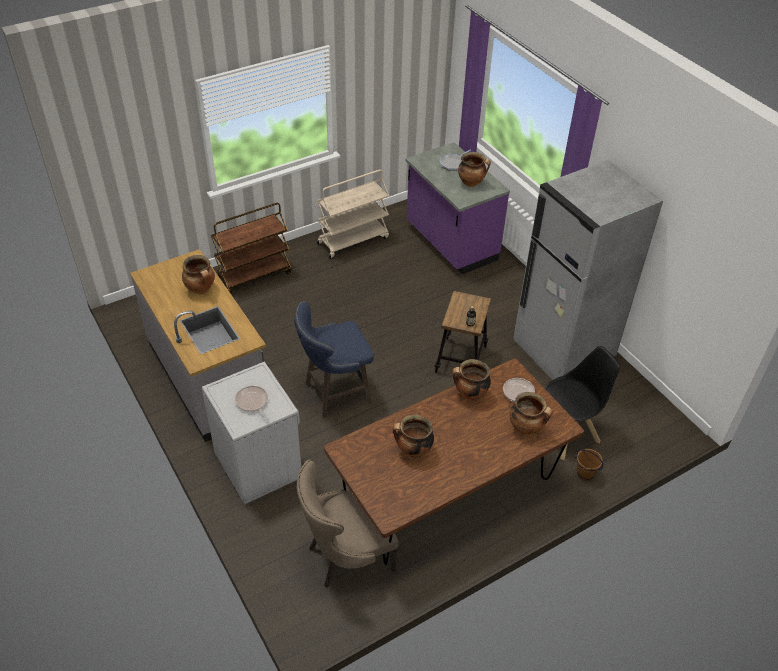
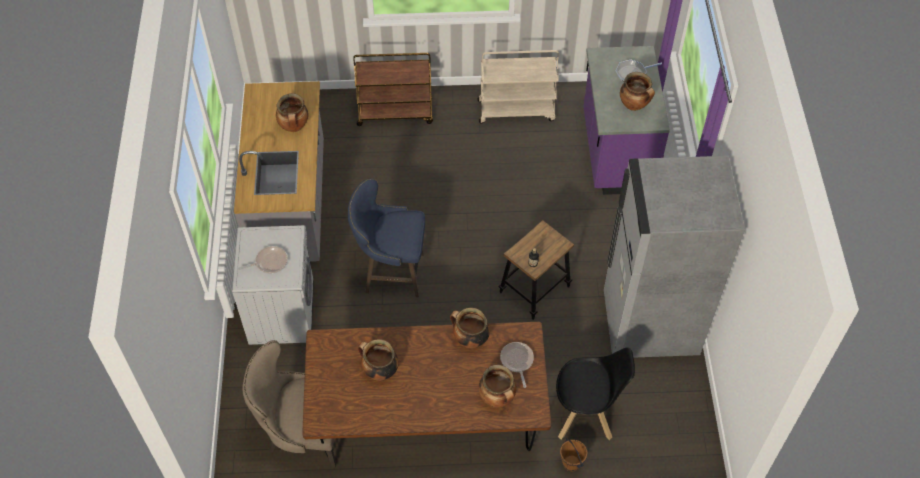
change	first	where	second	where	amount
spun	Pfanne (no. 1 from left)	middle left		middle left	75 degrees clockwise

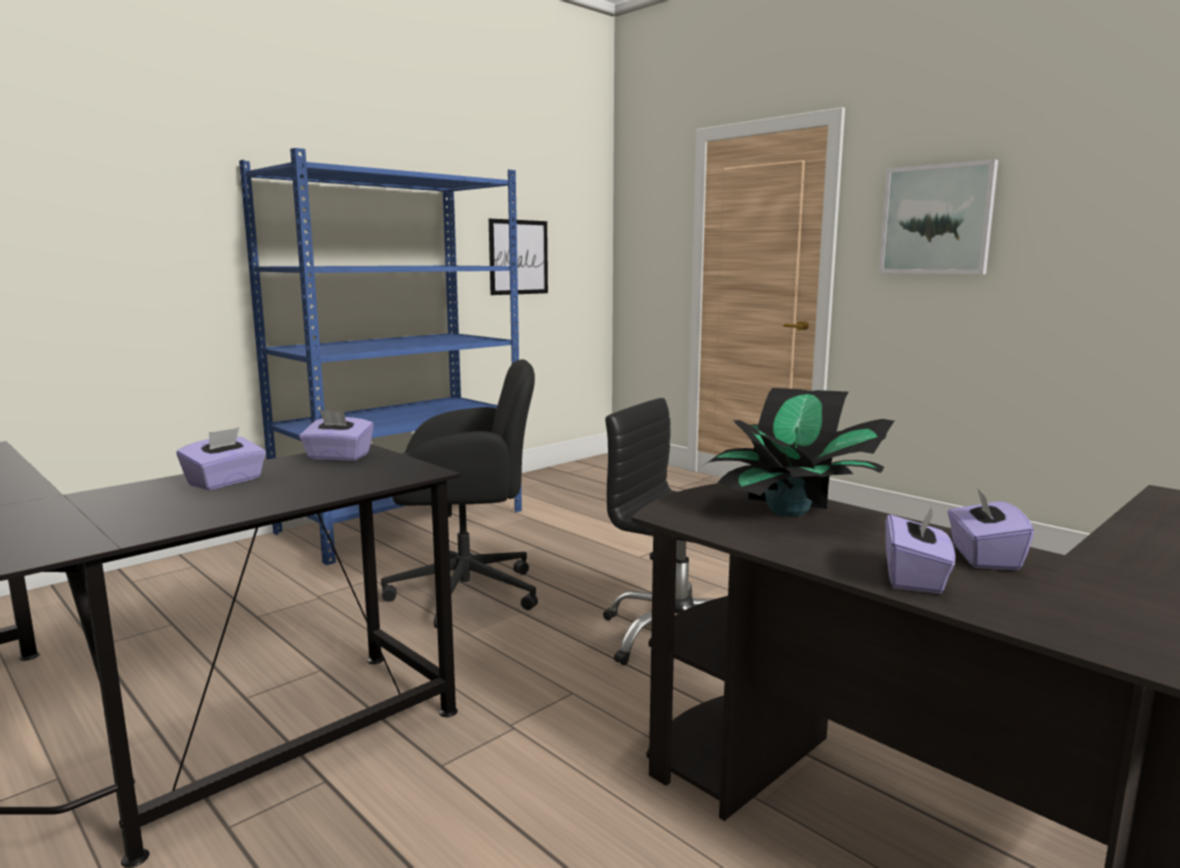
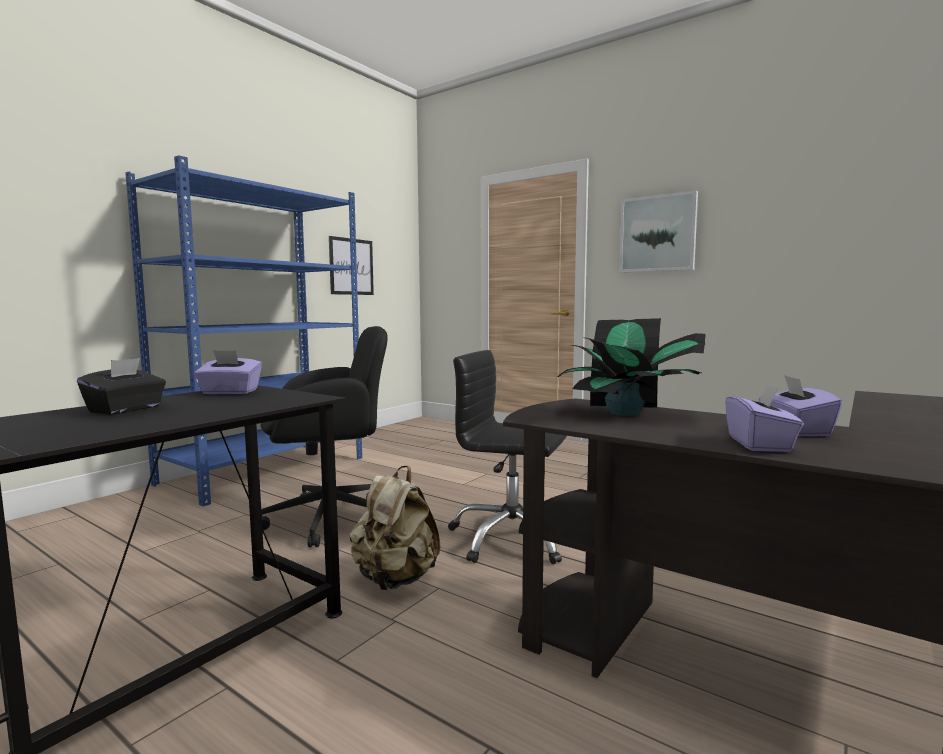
change	first	where	second	where	amount
colour	Taschentuchbox/lila (no. 1 from left)	middle left	Taschentuchbox/schwarz	middle left	
appeared			Rucksack/beige	bottom centre	

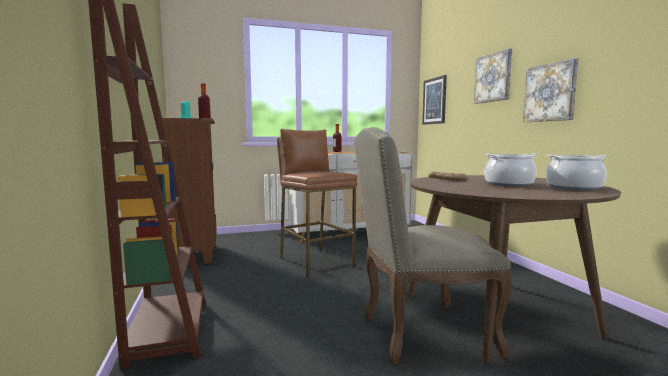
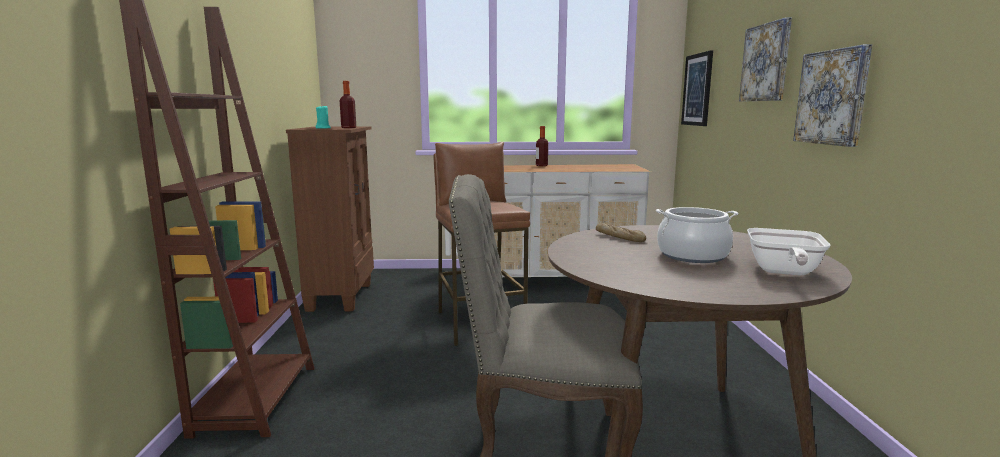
change	first	where	second	where	amount
exchanged	Kochtopf (no. 2 from left)	middle right	Pfanne	middle right	

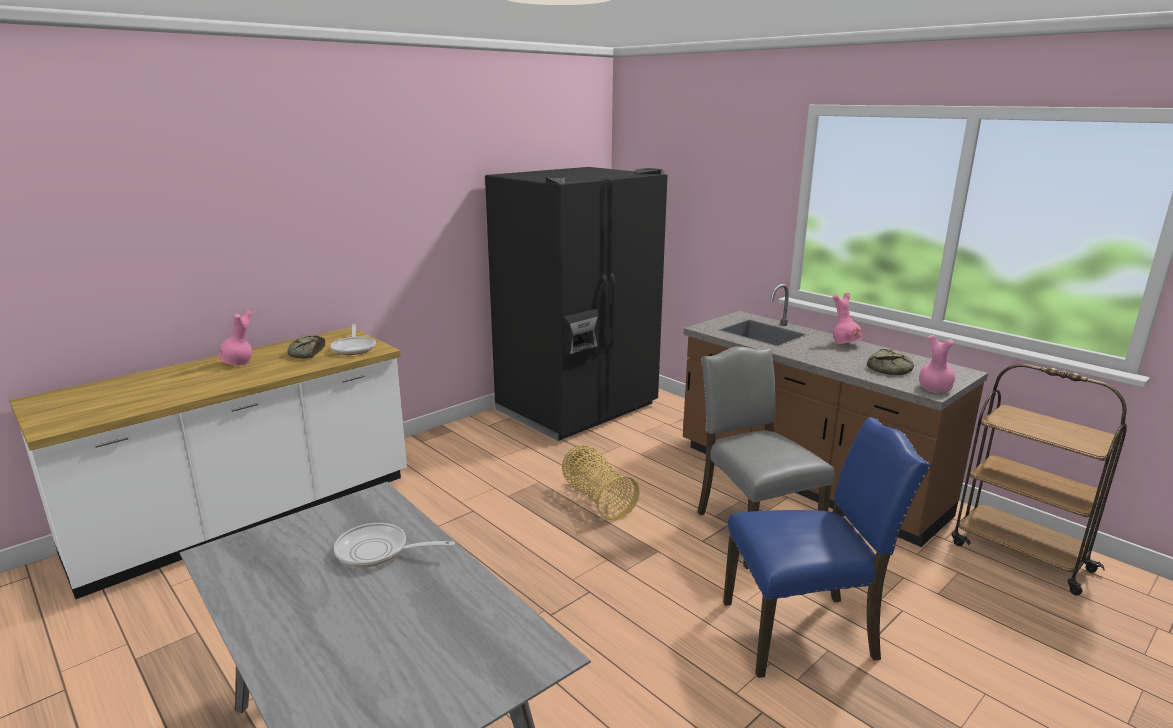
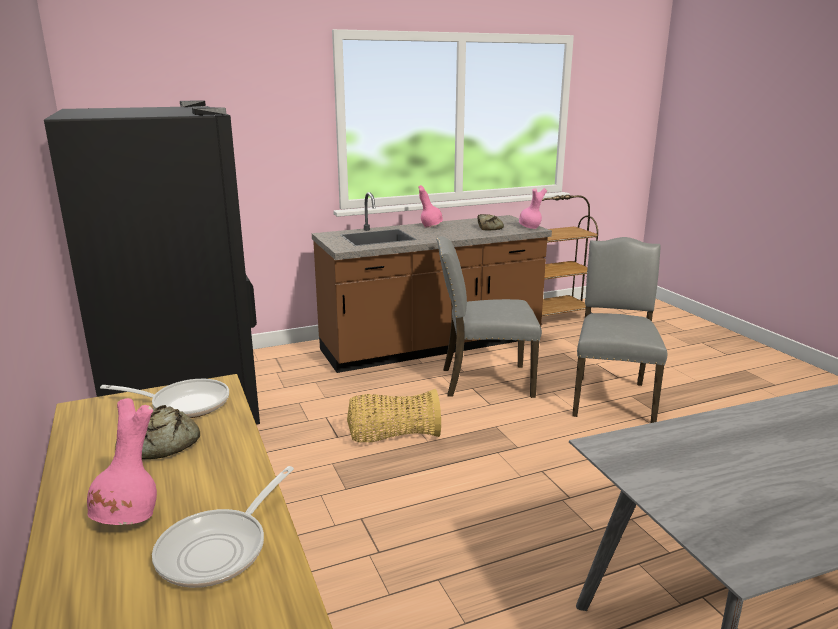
change	first	where	second	where	amount
colour	Stuhl/blau	bottom right	Stuhl/grau (no. 2 from left)	middle right	
relocated	Pfanne (no. 2 from left)	bottom centre		bottom left	

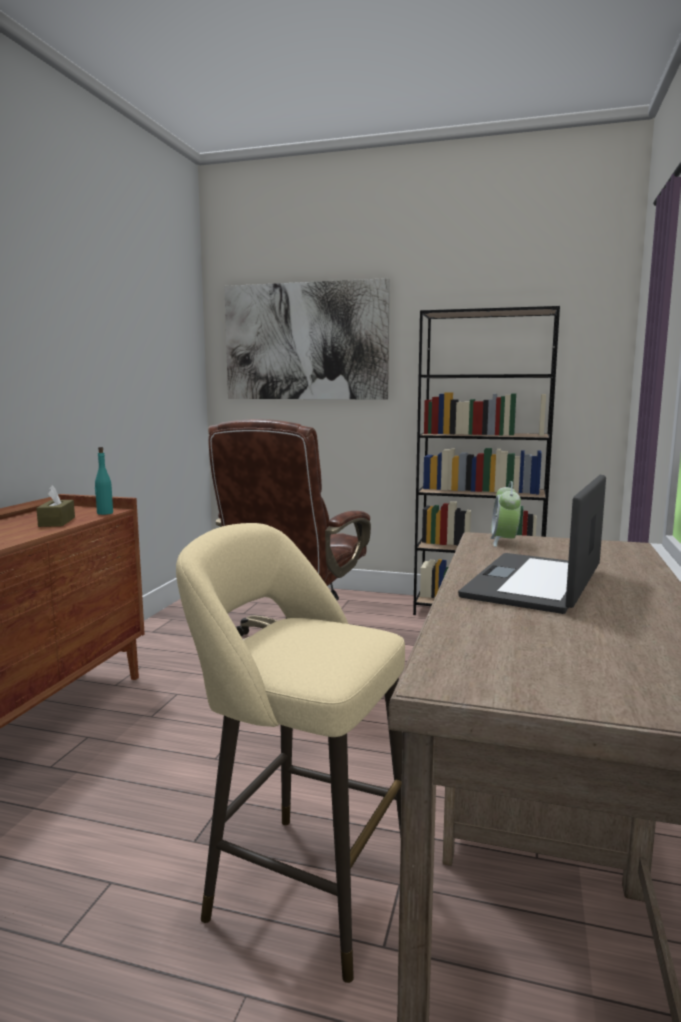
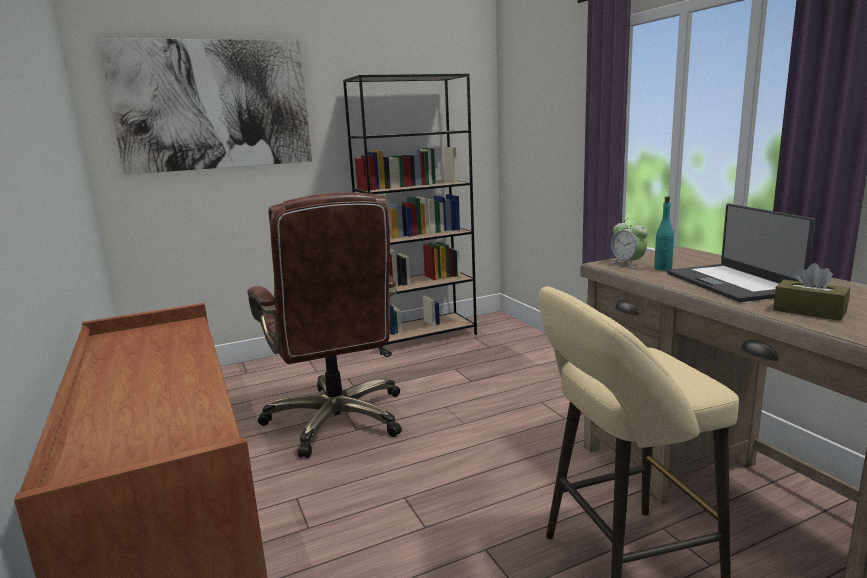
change	first	where	second	where	amount
relocated	Flasche/türkis	middle left		middle right	
relocated	Taschentuchbox/braun	middle left		middle right	

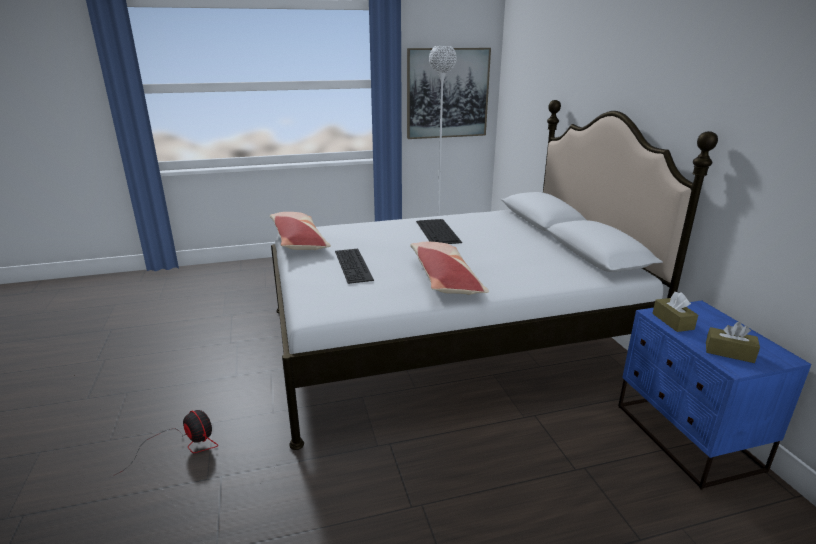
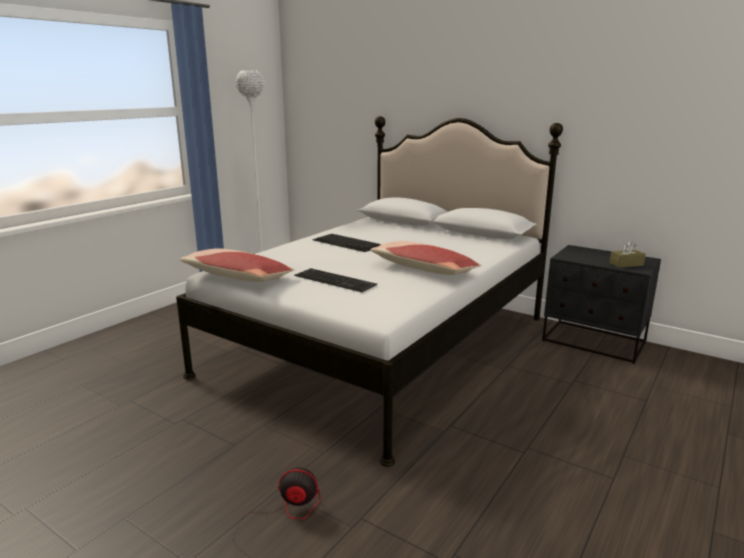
change	first	where	second	where	amount
missing	Bild	top centre			
missing	Taschentuchbox/braun (no. 1 from left)	middle right			
colour	Nachttisch/blau	bottom right	Nachttisch/schwarz	middle right	

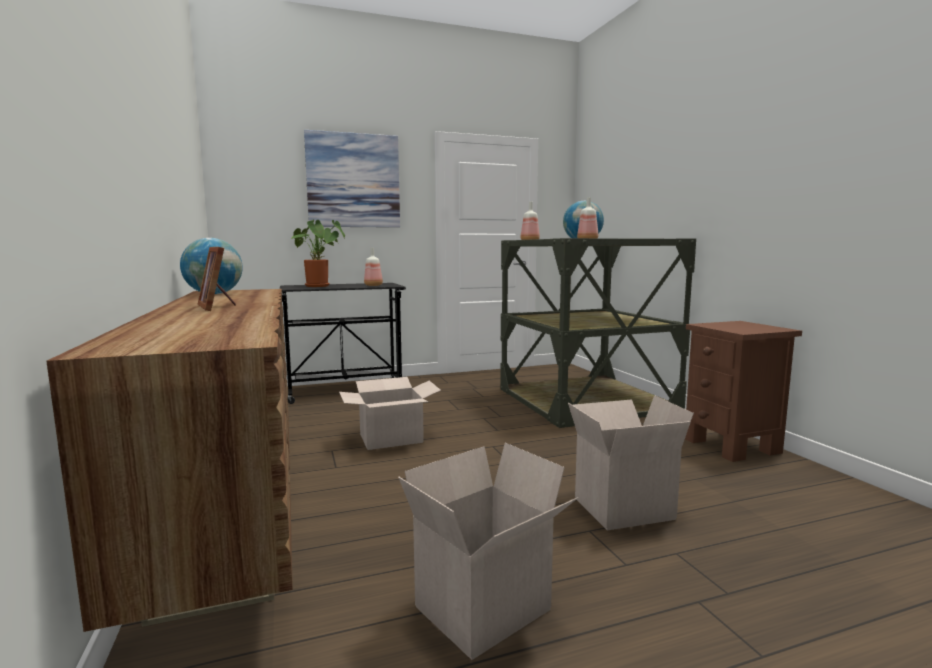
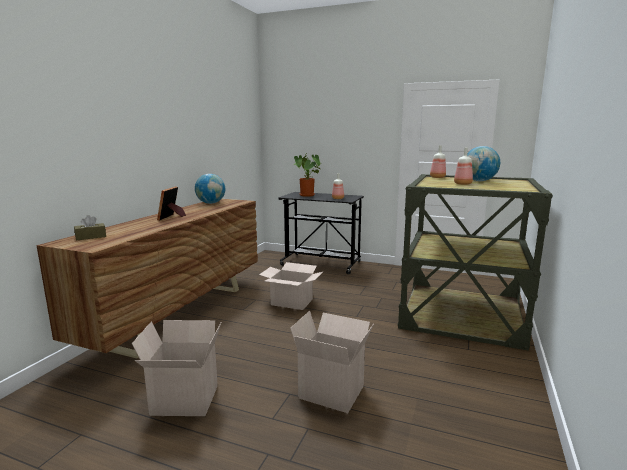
change	first	where	second	where	amount
missing	Bild	top centre			
missing	Nachttisch/braun	middle right			
appeared			Taschentuchbox/braun	middle left	

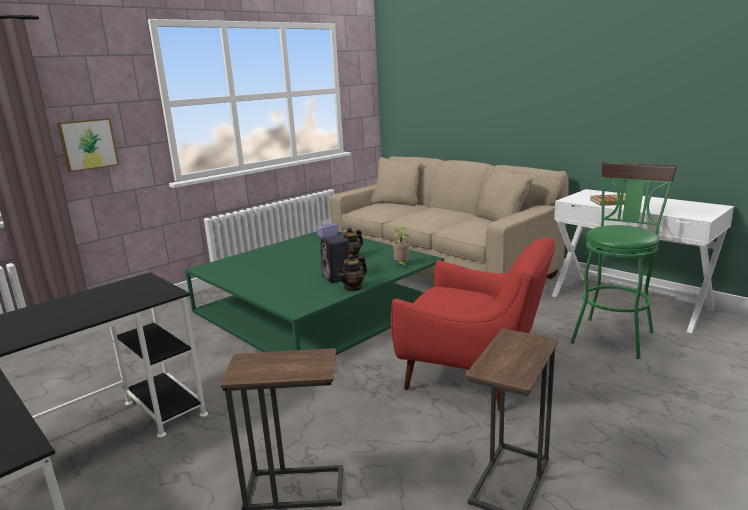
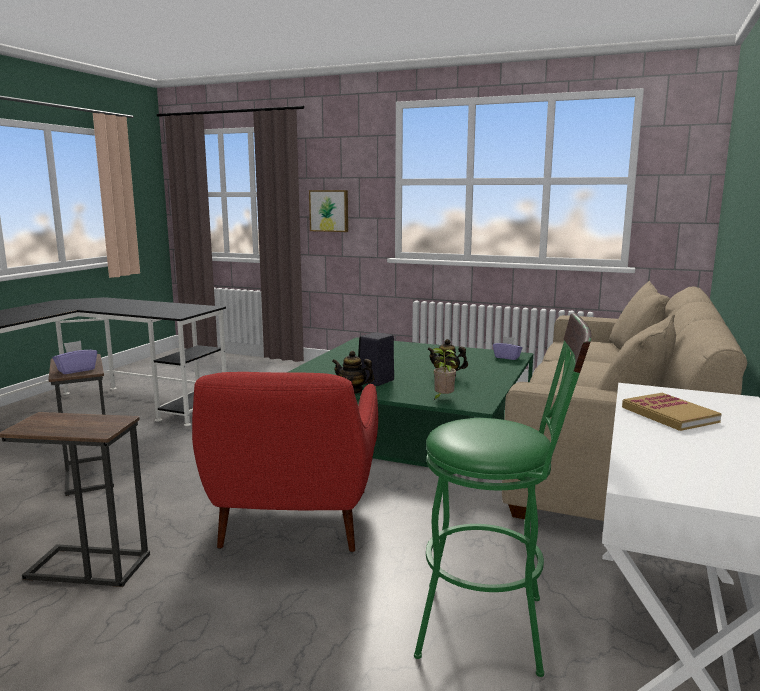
change	first	where	second	where	amount
appeared			Taschentuchbox/lila (no. 1 from left)	middle left	

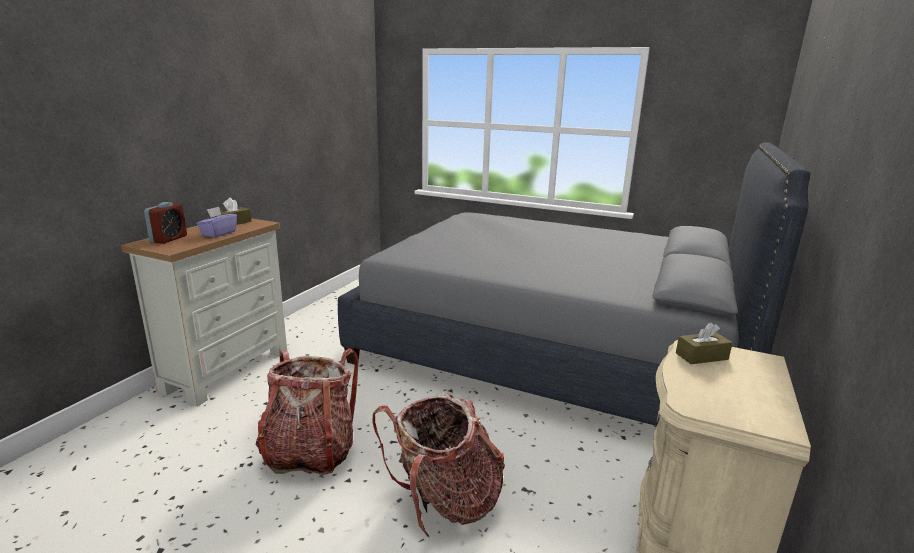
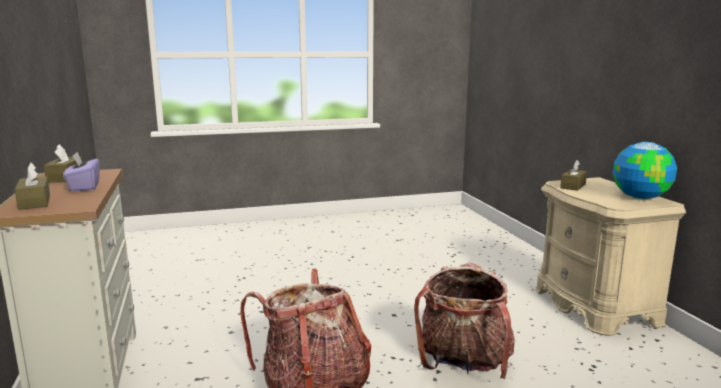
change	first	where	second	where	amount
missing	Bett/grau	centre			
exchanged	Wecker	middle left	Taschentuchbox/braun (no. 1 from left)	middle left	
appeared			Globus	middle right	

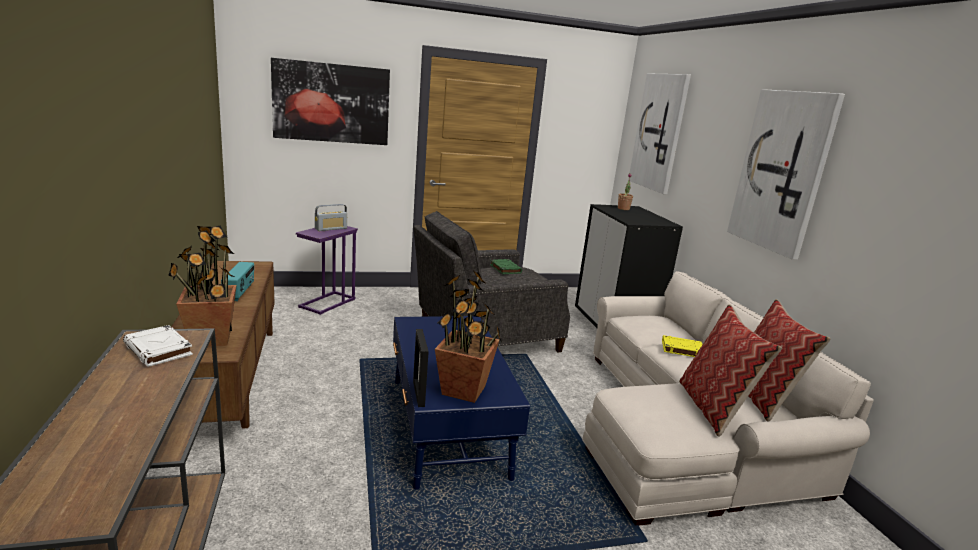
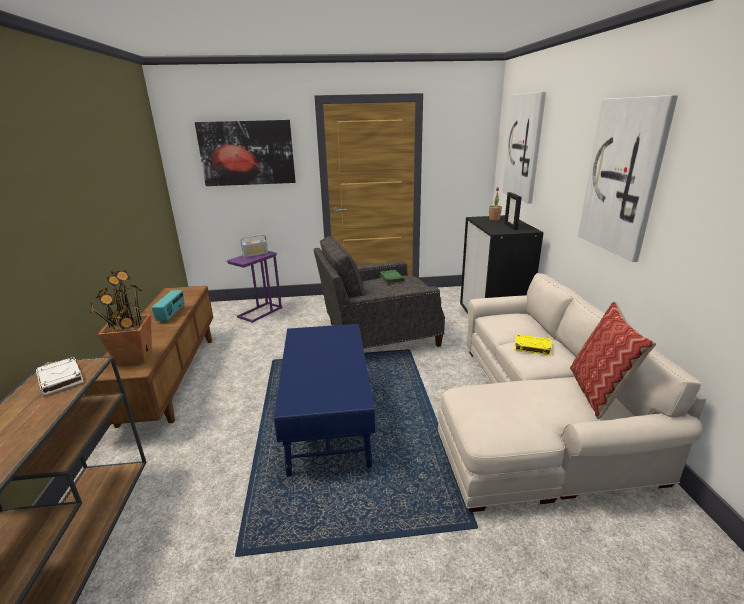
change	first	where	second	where	amount
missing	Topfpflanze (no. 2 from left)	centre			
missing	Kissen (no. 1 from left)	bottom right			
relocated	Bilderrahmen	bottom centre		middle right	

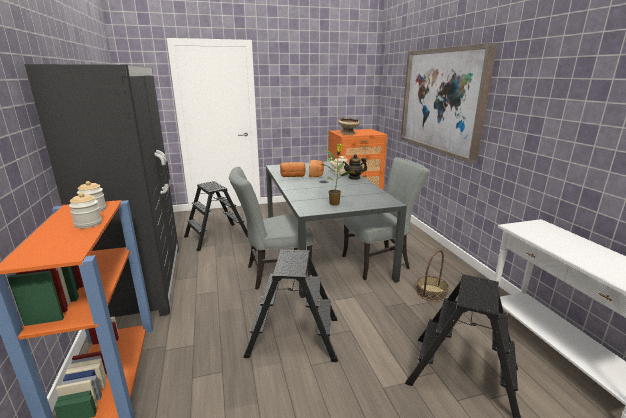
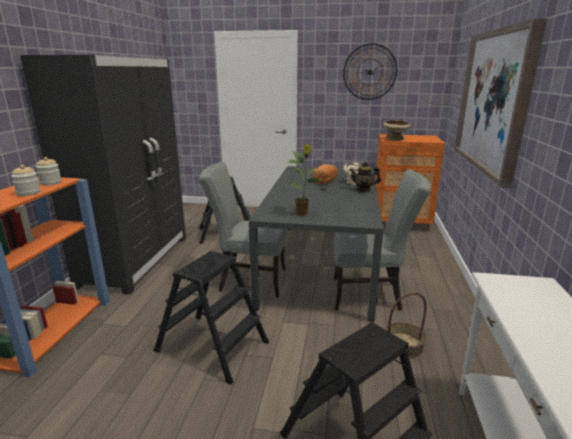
change	first	where	second	where	amount
missing	Brot (no. 1 from left)	centre			
appeared			Wanduhr	top centre	

